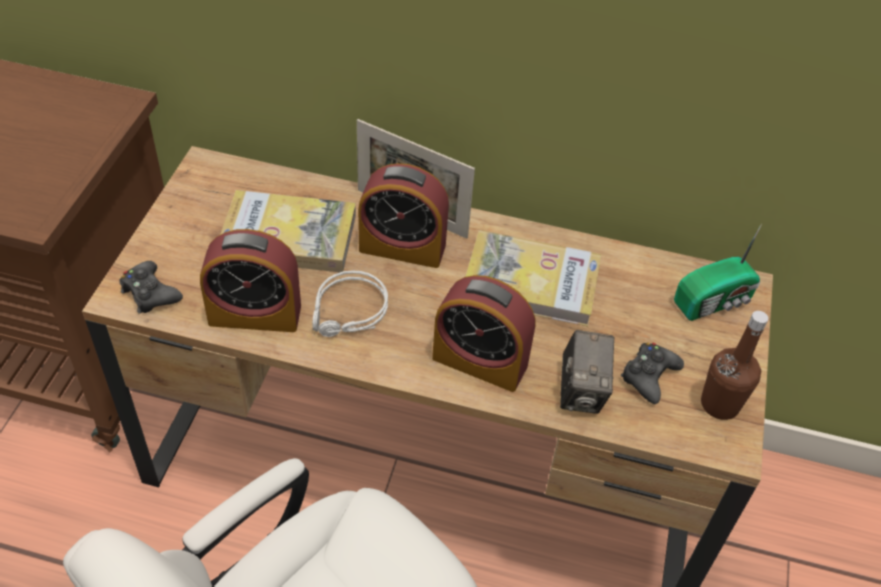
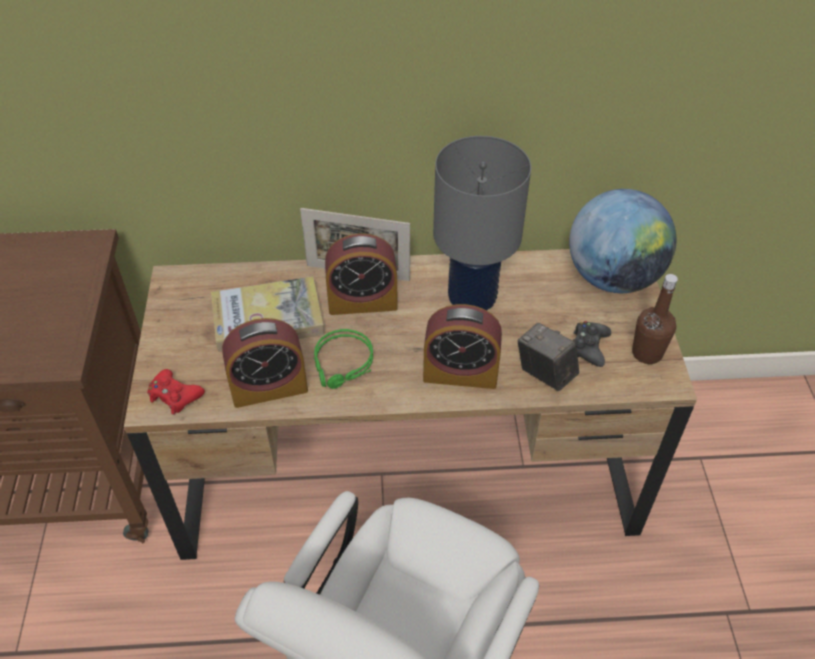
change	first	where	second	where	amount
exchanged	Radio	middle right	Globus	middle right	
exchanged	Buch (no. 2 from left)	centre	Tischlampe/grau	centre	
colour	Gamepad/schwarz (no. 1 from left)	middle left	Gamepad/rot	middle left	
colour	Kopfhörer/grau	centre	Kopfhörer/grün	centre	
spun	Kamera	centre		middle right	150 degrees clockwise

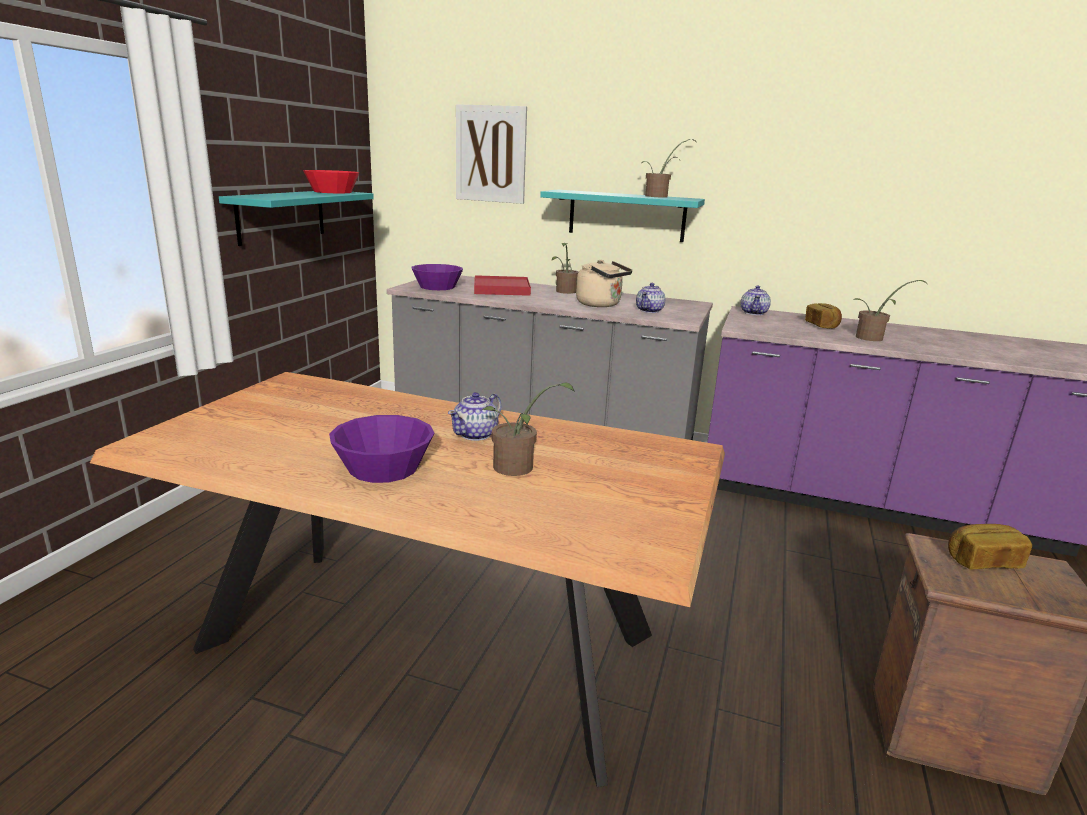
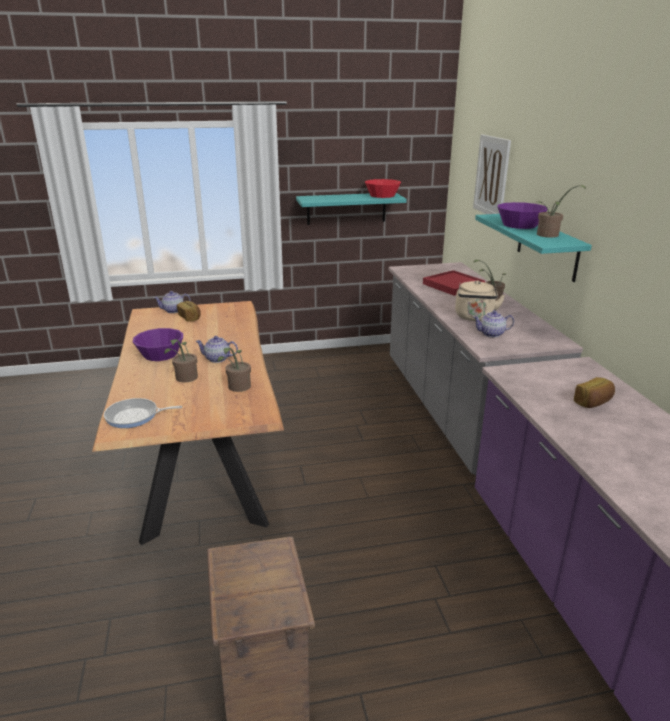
change	first	where	second	where	amount
relocated	Schüssel/lila (no. 2 from left)	centre		top right	
relocated	Topfpflanze (no. 4 from left in the first image)	middle right	Topfpflanze (no. 2 from left)	centre	
relocated	Teekanne (no. 3 from left in the first image)	middle right	Teekanne (no. 1 from left)	middle left	
relocated	Brot (no. 2 from left in the first image)	bottom right	Brot (no. 1 from left)	middle left	
appeared			Pfanne	middle left	

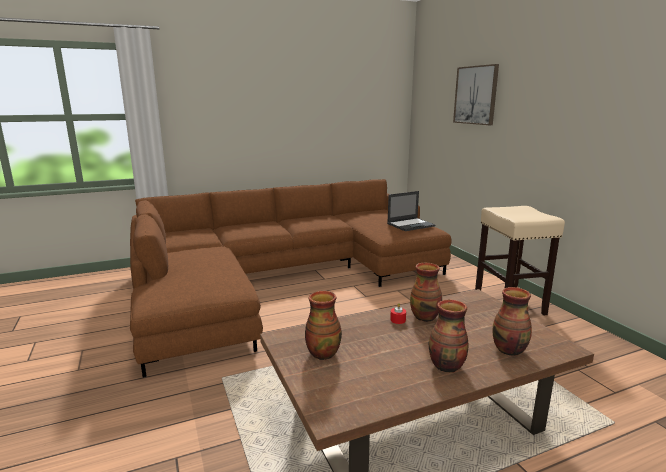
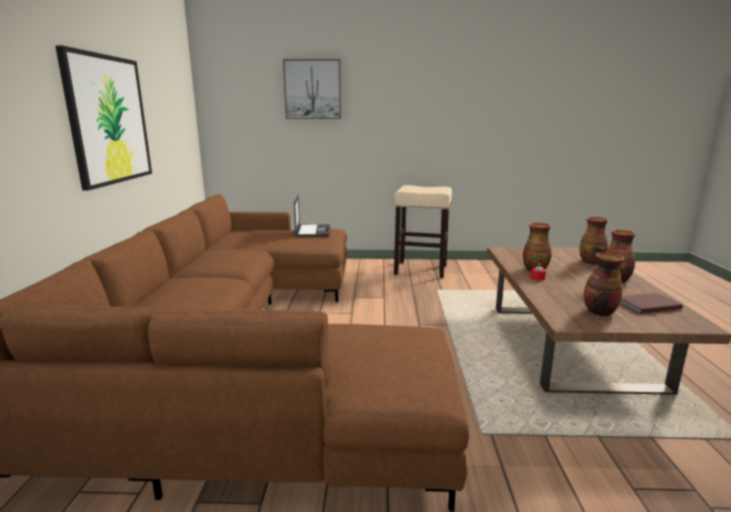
change	first	where	second	where	amount
appeared			Bild (no. 1 from left)	top left	
appeared			Buch/braun	middle right	

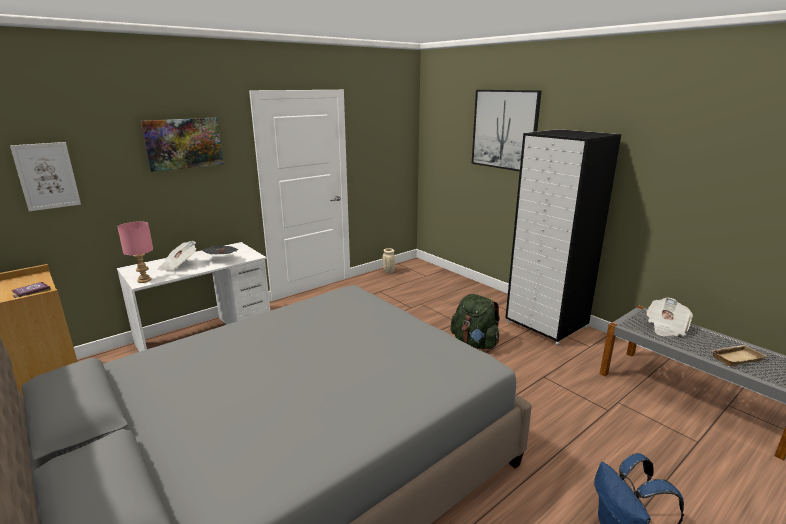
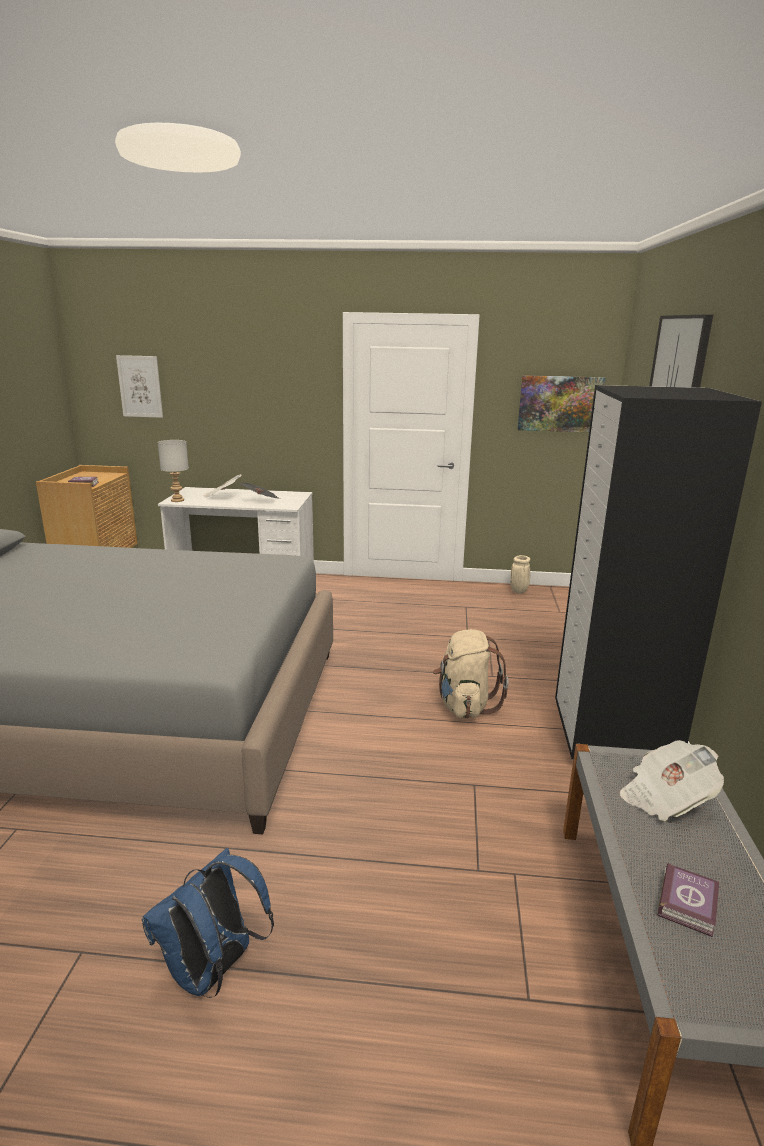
change	first	where	second	where	amount
relocated	Bild (no. 2 from left)	top left		middle right	
colour	Tischlampe/rosa	middle left	Tischlampe/grau	middle left	
colour	Rucksack/grün	centre	Rucksack/beige	centre	
exchanged	Tablett/beige	bottom right	Buch (no. 2 from left)	bottom right	

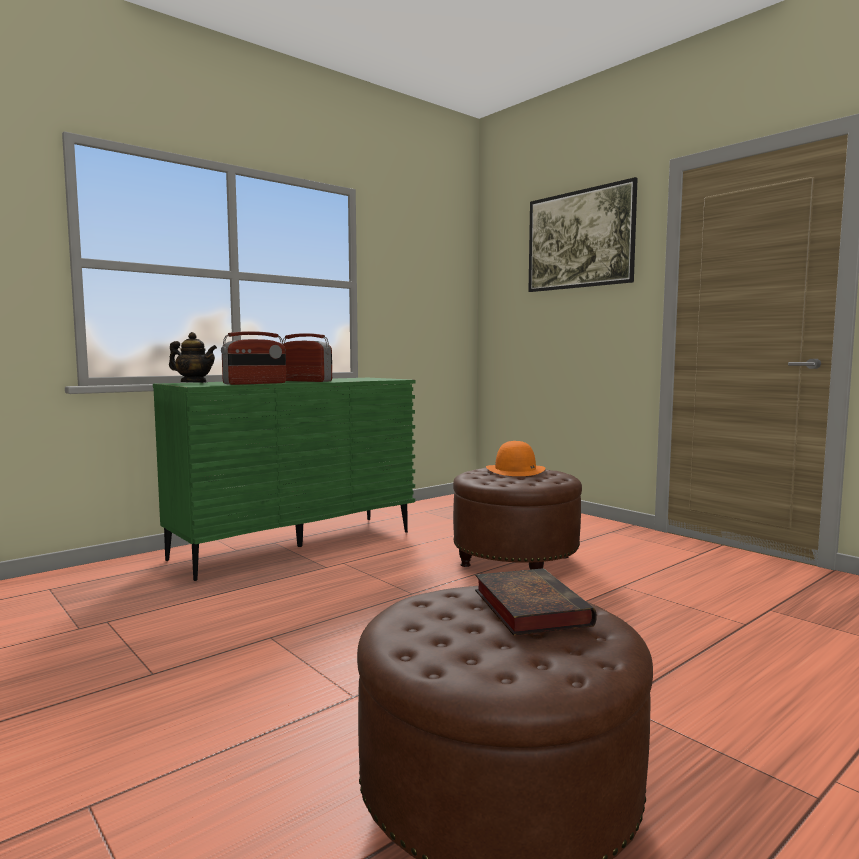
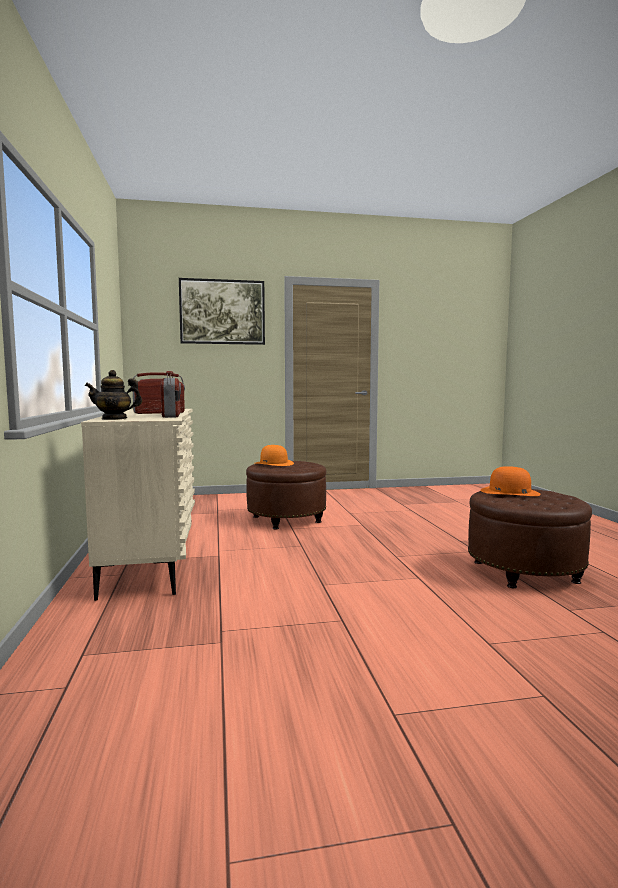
change	first	where	second	where	amount
spun	Teekanne	middle left		middle left	150 degrees counterclockwise
colour	Kommode/grün	middle left	Kommode/beige	middle left	
exchanged	Buch	bottom centre	Hut/orange (no. 2 from left)	middle right	

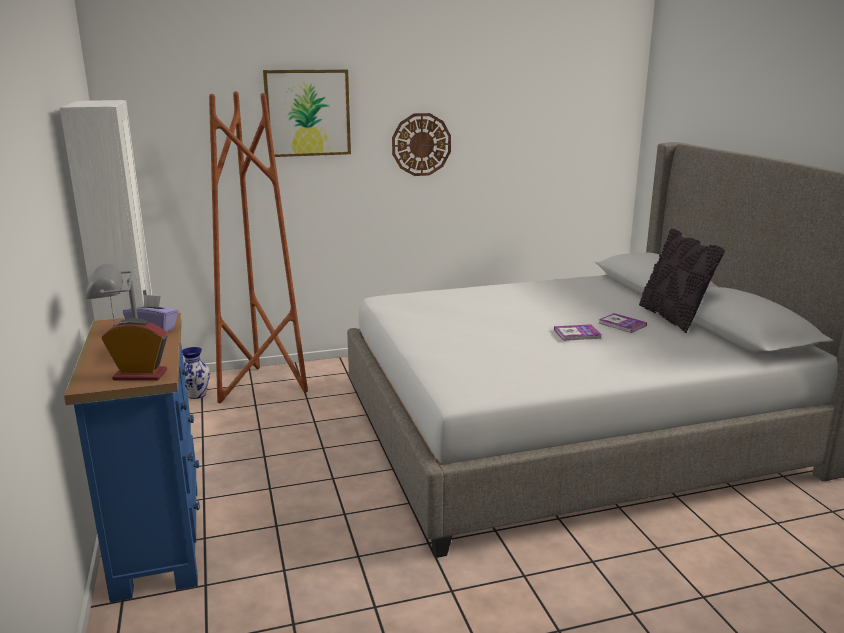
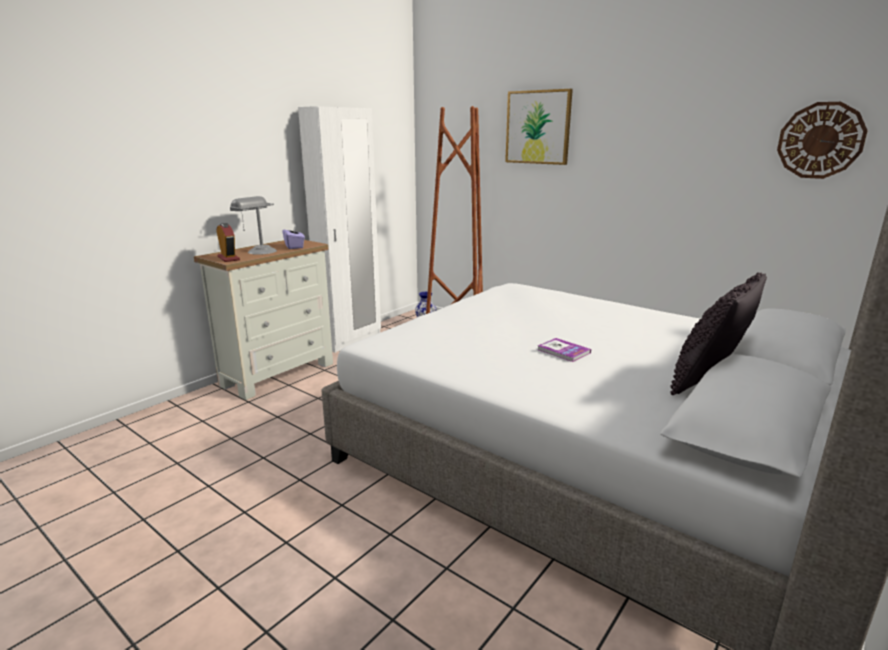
change	first	where	second	where	amount
relocated	Wanduhr	top centre		top right	
colour	Kommode/blau	bottom left	Kommode/weiß	middle left	
missing	Buch (no. 2 from left)	middle right			

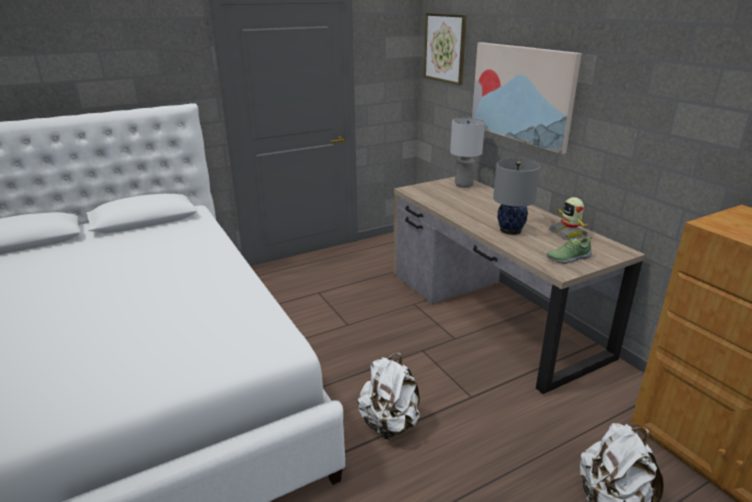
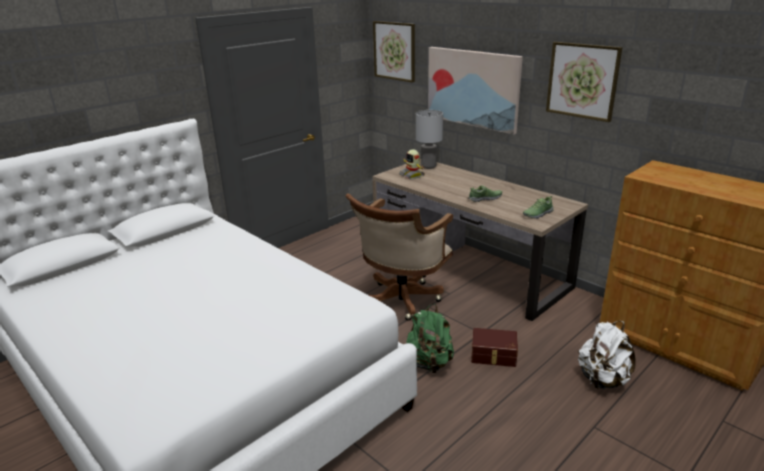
change	first	where	second	where	amount
exchanged	Tischlampe/grau (no. 2 from left)	middle right	Schuh (no. 1 from left)	centre	
relocated	Spielzeugroboter	middle right		centre	
colour	Rucksack/weiß (no. 1 from left)	bottom centre	Rucksack/grün	bottom centre	
appeared			Bild (no. 3 from left)	top right	
appeared			Bürostuhl	centre	
appeared			Aufbewahrungsbox/braun	bottom centre	

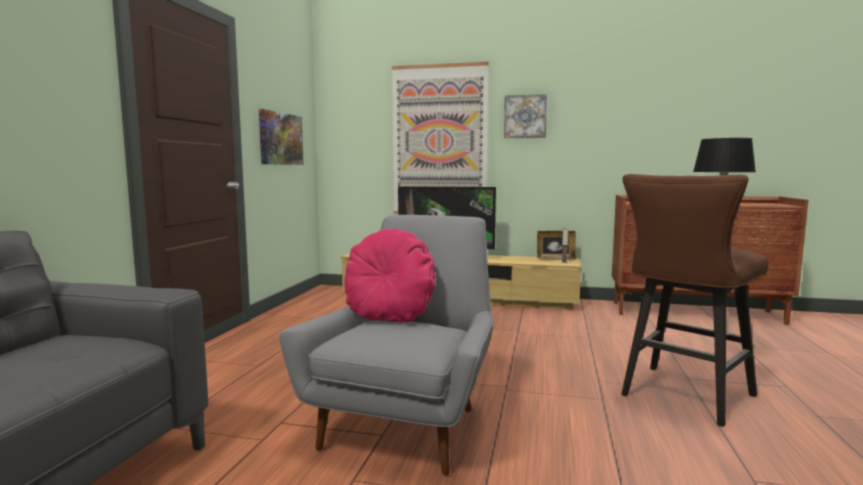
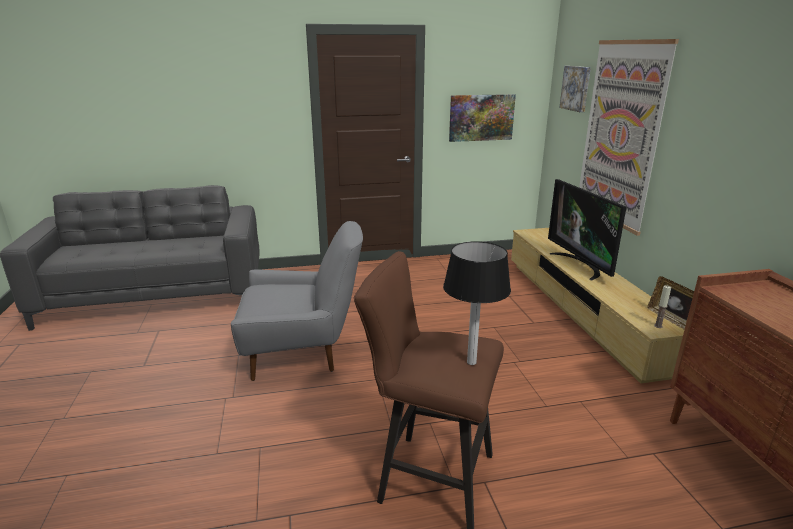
change	first	where	second	where	amount
relocated	Bild (no. 3 from left in the first image)	top centre	Bild (no. 2 from left)	top right	
missing	Kissen/rosa	centre			

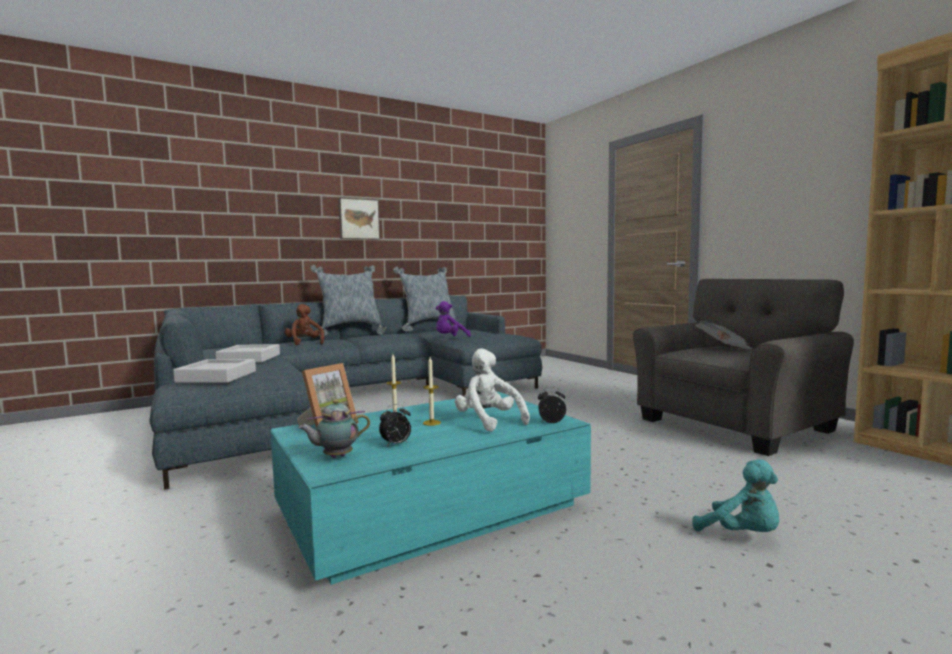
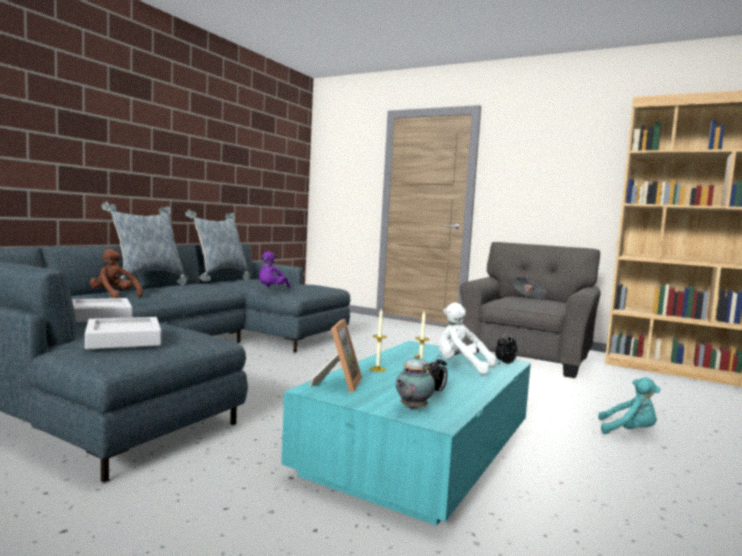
change	first	where	second	where	amount
missing	Bild	centre			

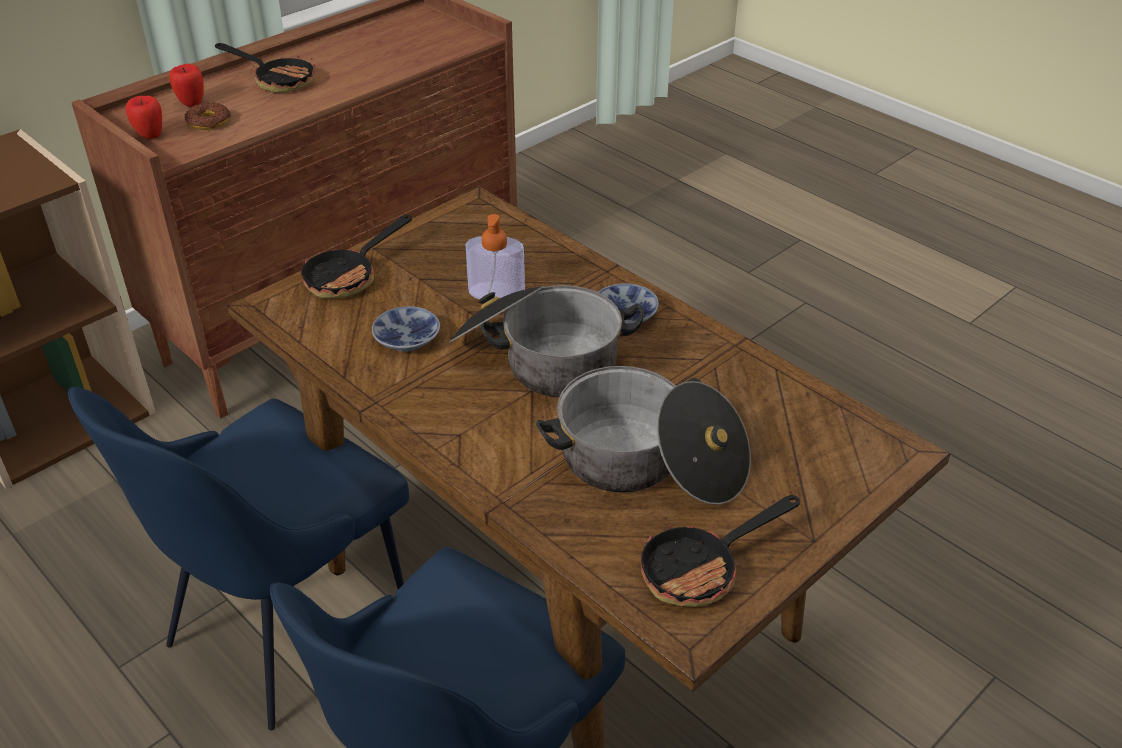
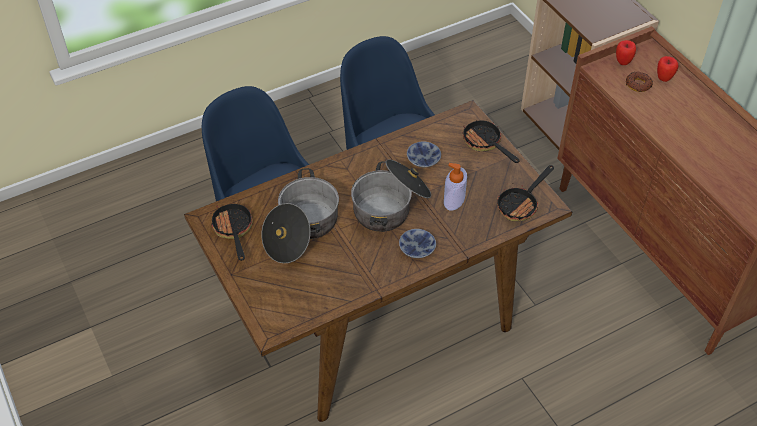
change	first	where	second	where	amount
relocated	Pfanne (no. 1 from left in the first image)	top left	Pfanne (no. 3 from left)	middle right	

